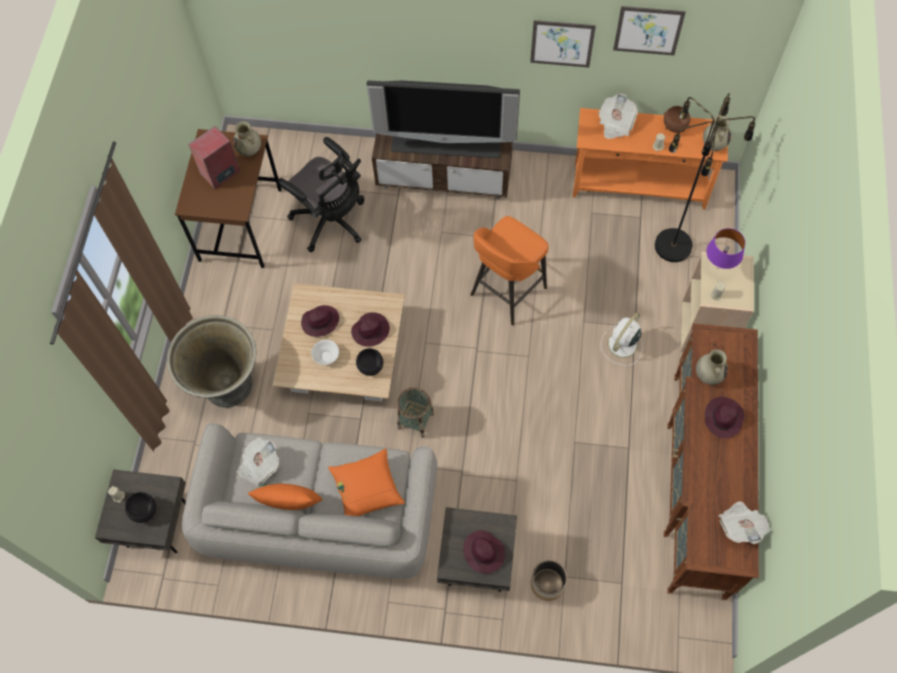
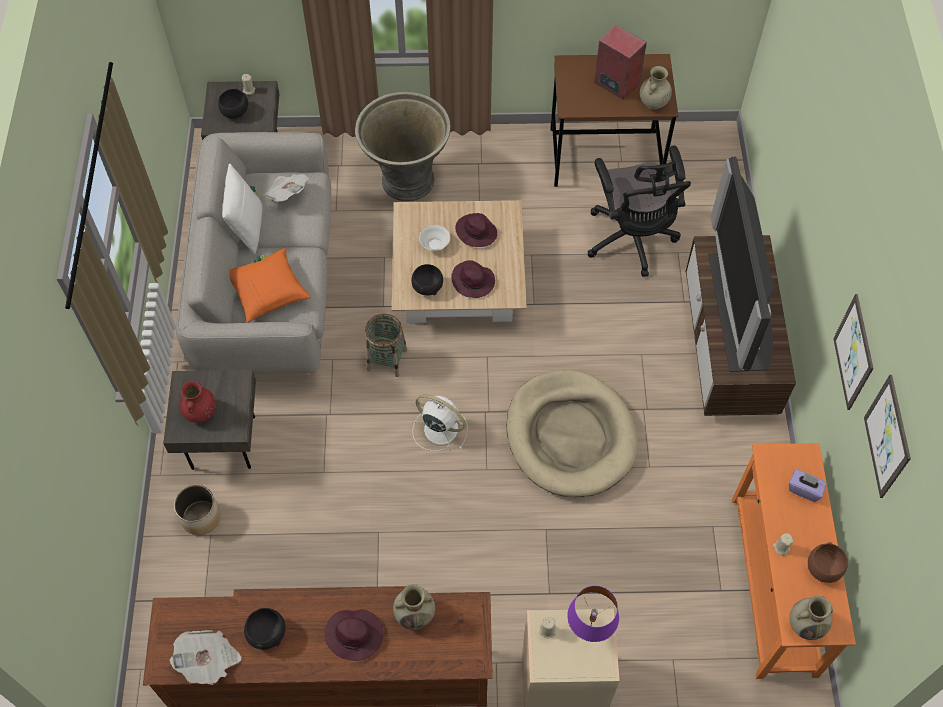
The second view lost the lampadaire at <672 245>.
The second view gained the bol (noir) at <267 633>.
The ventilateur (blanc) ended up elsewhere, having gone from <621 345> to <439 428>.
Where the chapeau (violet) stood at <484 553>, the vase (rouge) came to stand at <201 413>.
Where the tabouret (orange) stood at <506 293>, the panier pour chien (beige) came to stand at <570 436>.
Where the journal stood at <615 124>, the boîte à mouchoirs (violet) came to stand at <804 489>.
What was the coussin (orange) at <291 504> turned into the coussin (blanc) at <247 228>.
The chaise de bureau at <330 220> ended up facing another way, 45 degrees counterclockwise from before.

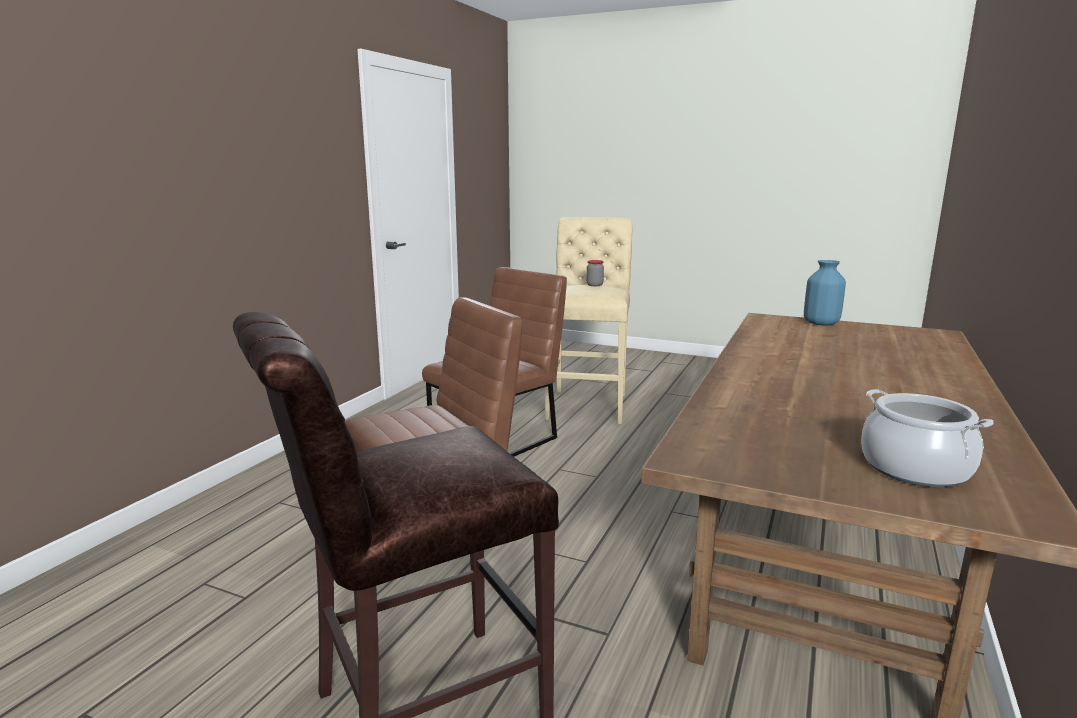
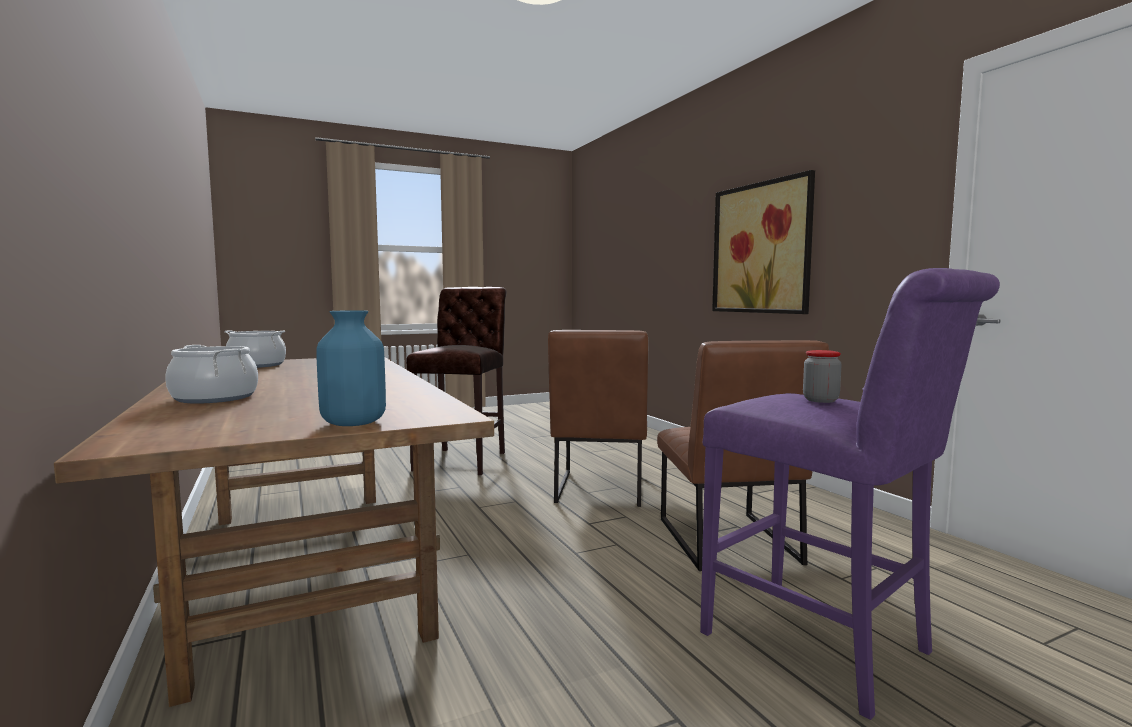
The second view gained the marmite at <215 398>.
The second view gained the tableau at <761 248>.
What was the tabouret (beige) at <588 404> turned into the tabouret (violet) at <825 648>.

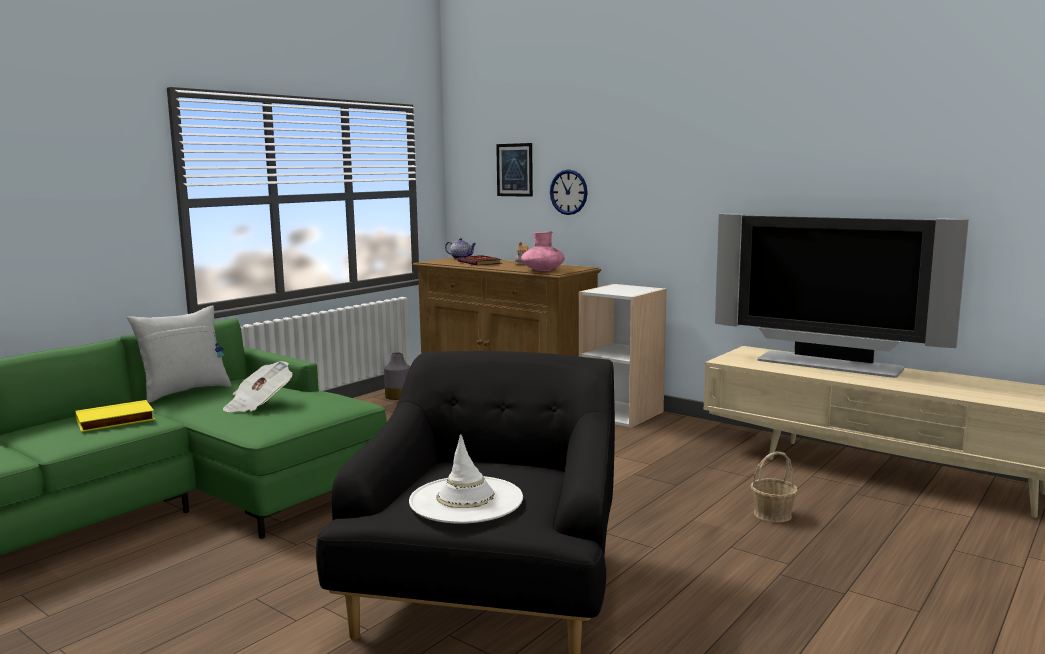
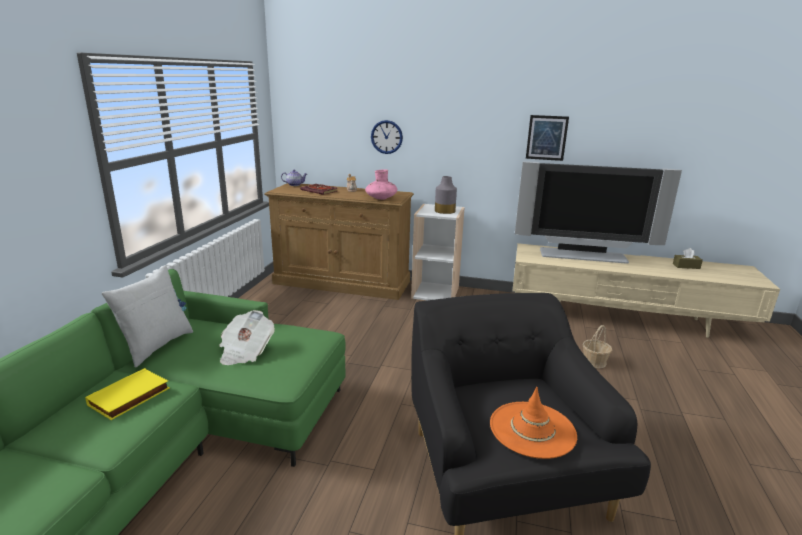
The second view gained the boîte à mouchoirs (marron) at <686 266>.
The vase (gris) ended up elsewhere, having gone from <398 396> to <444 211>.
The tableau ended up elsewhere, having gone from <514 170> to <546 138>.
What was the chapeau (blanc) at <466 500> turned into the chapeau (orange) at <532 429>.

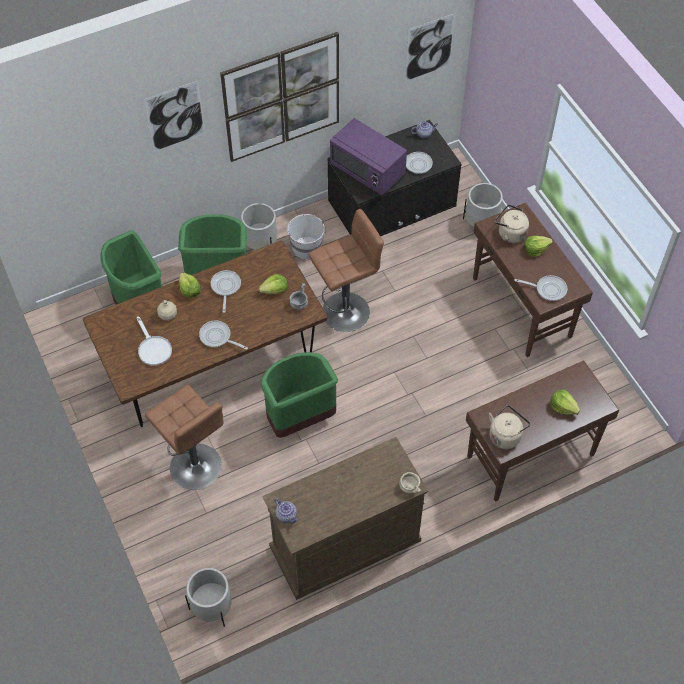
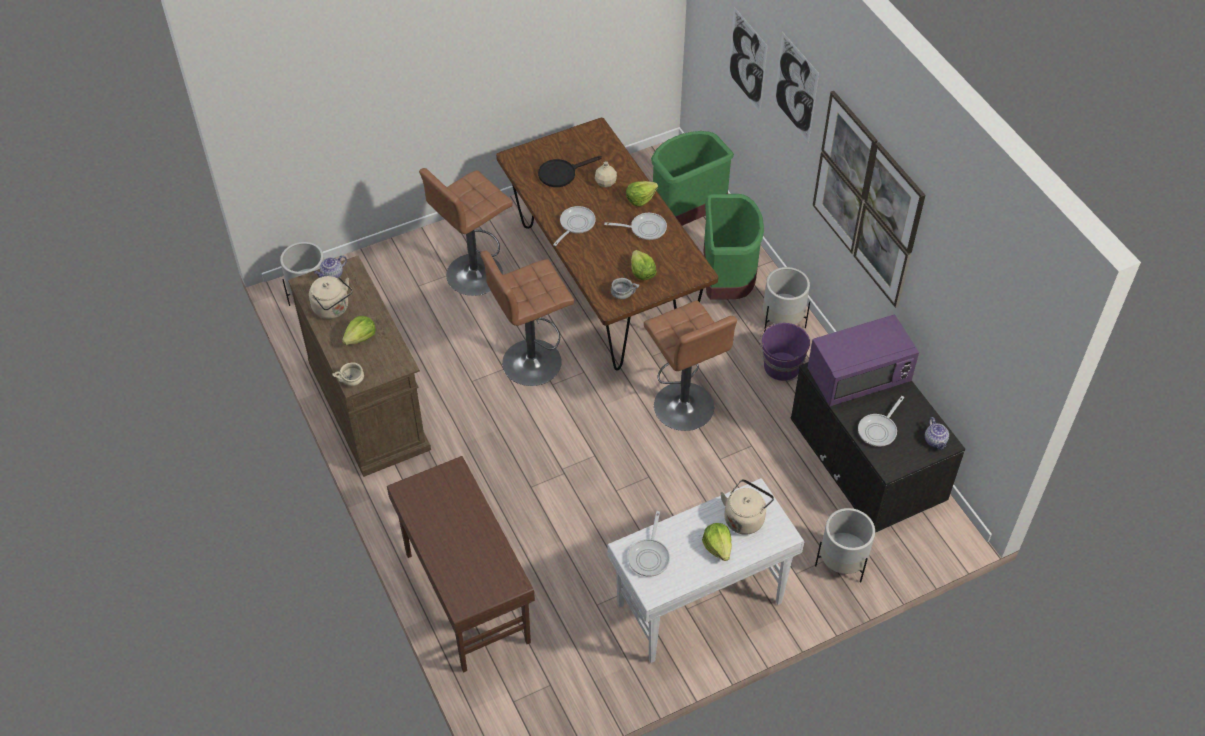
The tableau ended up elsewhere, having gone from <429 48> to <747 60>.
The bouilloire (beige) ended up elsewhere, having gone from <506 435> to <333 309>.
The laitue ended up elsewhere, having gone from <563 407> to <360 338>.
Where the poubelle (vert) stood at <299 418>, the tabouret (marron) came to stand at <531 362>.
What was the poêle (blanc) at <153 348> turned into the poêle (noir) at <562 173>.
What was the seau (blanc) at <307 248> turned into the seau (violet) at <781 366>.
What was the table console (marron) at <522 308> turned into the table console (blanc) at <699 605>.
The micro-ondes (violet) at <368 170> ended up facing another way, 150 degrees counterclockwise from before.

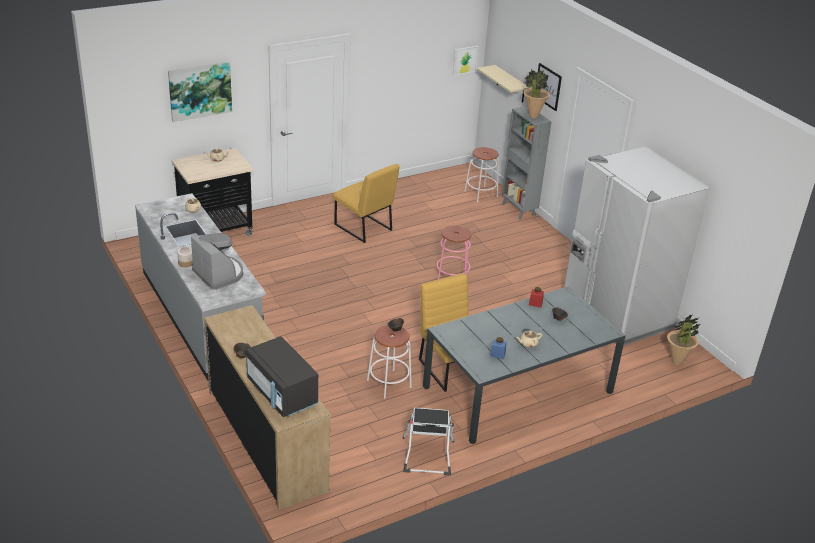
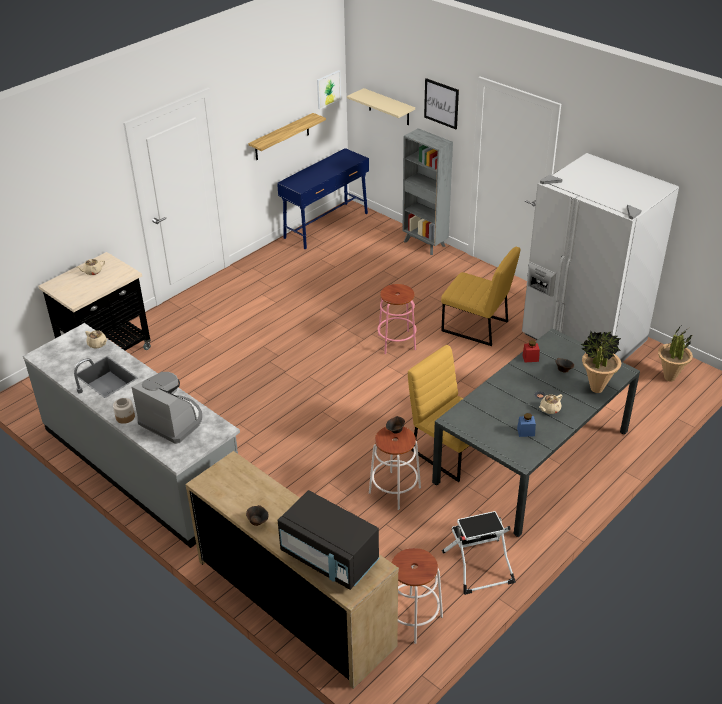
The second view lost the tableau at <200 91>.
The second view gained the étagère at <282 137>.
The second view gained the table console (bleu) at <326 226>.
The chaise (jaune) ended up elsewhere, having gone from <364 228> to <476 327>.
The tabouret (blanc) ended up elsewhere, having gone from <481 194> to <413 618>.
The plante en pot ended up elsewhere, having gone from <533 116> to <596 389>.

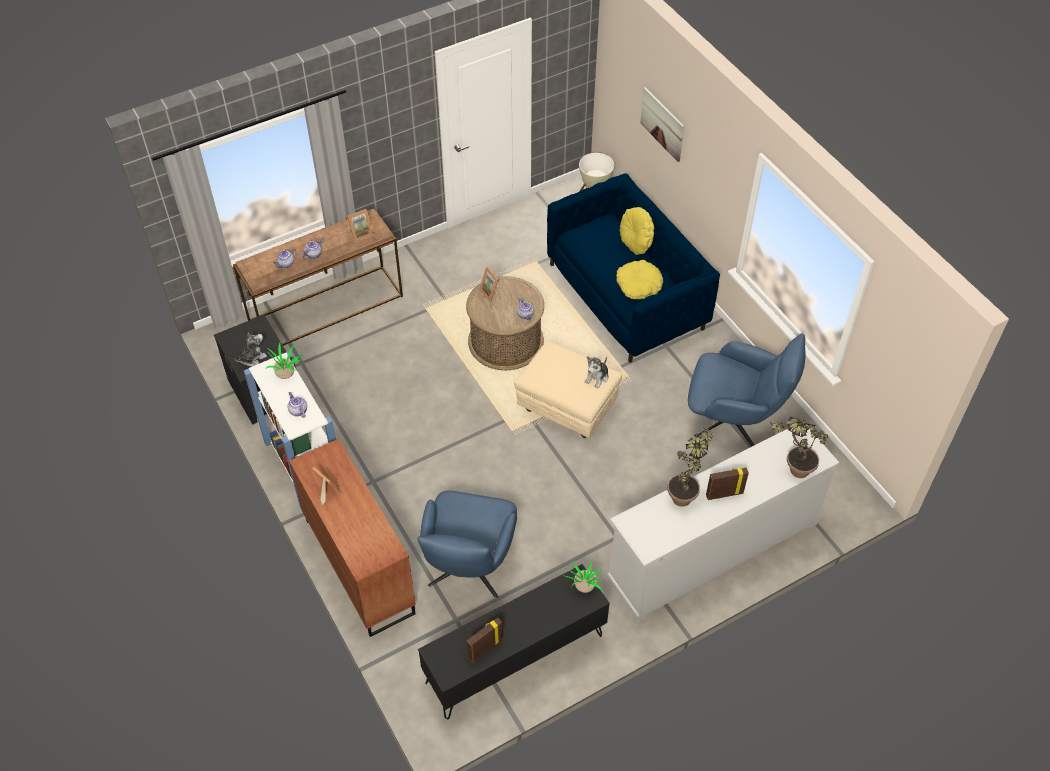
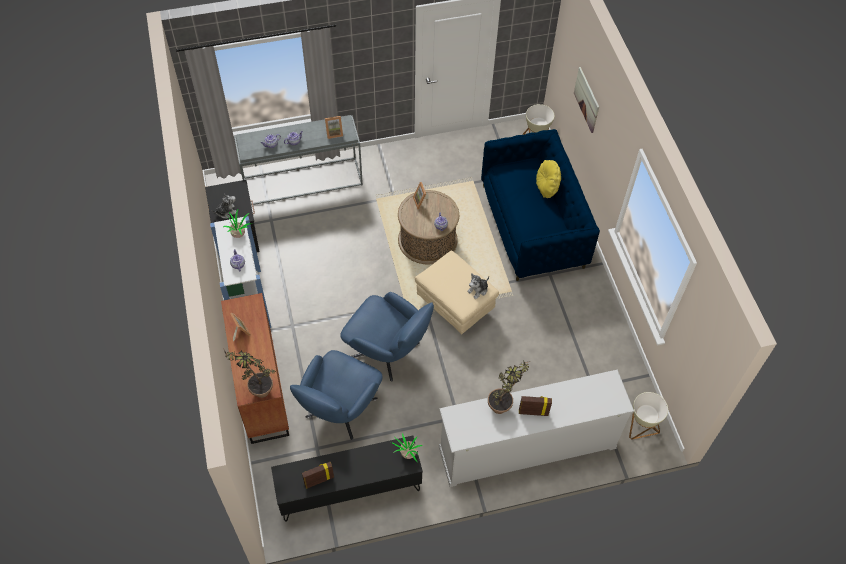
The second view lost the coussin (jaune) at <639 285>.
The second view gained the cache-pot at <640 428>.
The fauteuil (bleu) ended up elsewhere, having gone from <733 420> to <387 352>.
The plante en pot ended up elsewhere, having gone from <792 469> to <257 388>.
What was the table console (marron) at <326 308> turned into the table console (gris) at <303 181>.

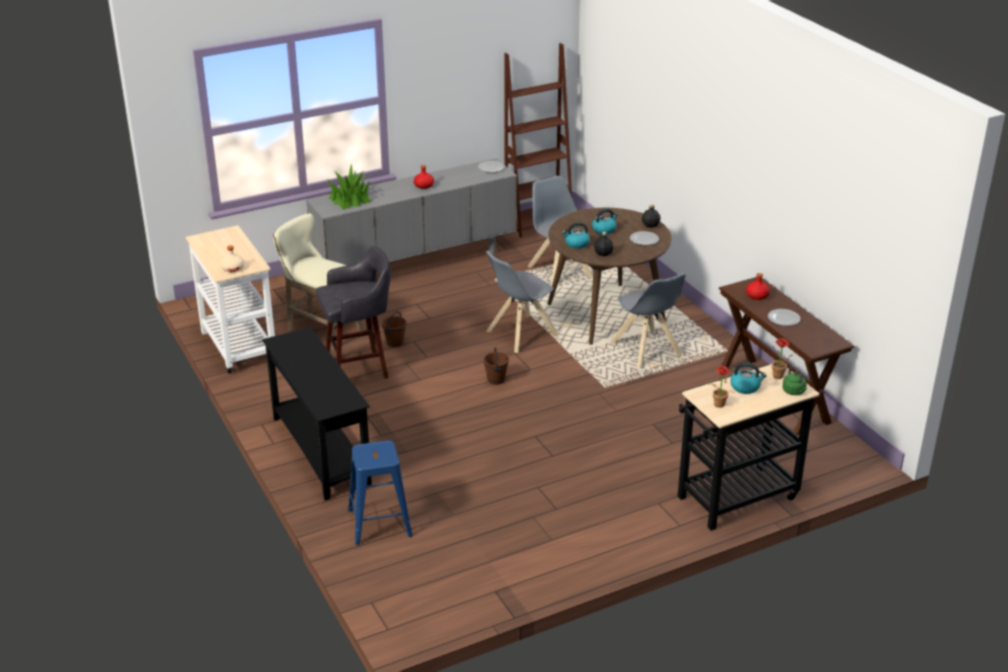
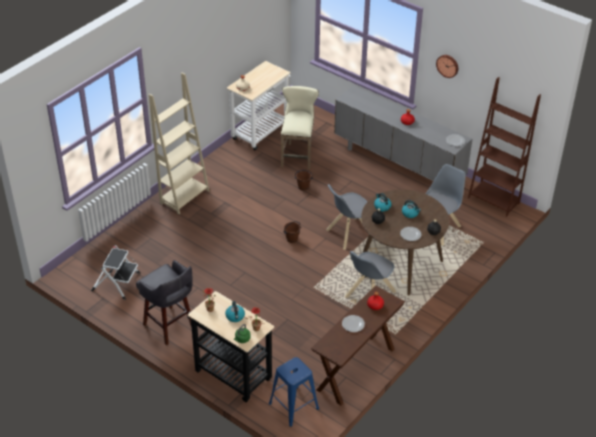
The second view lost the plante en pot at <350 199>.
The second view gained the escabeau at <116 282>.
The second view gained the horloge murale at <448 65>.
The tabouret (gris) ended up elsewhere, having gone from <359 369> to <170 327>.
The tabouret (bleu) ended up elsewhere, having gone from <379 522> to <293 406>.
Where the table console (noir) stood at <320 451>, the bibliothèque (beige) came to stand at <184 197>.
The chaise (gris) at <520 334> ended up facing another way, 60 degrees counterclockwise from before.

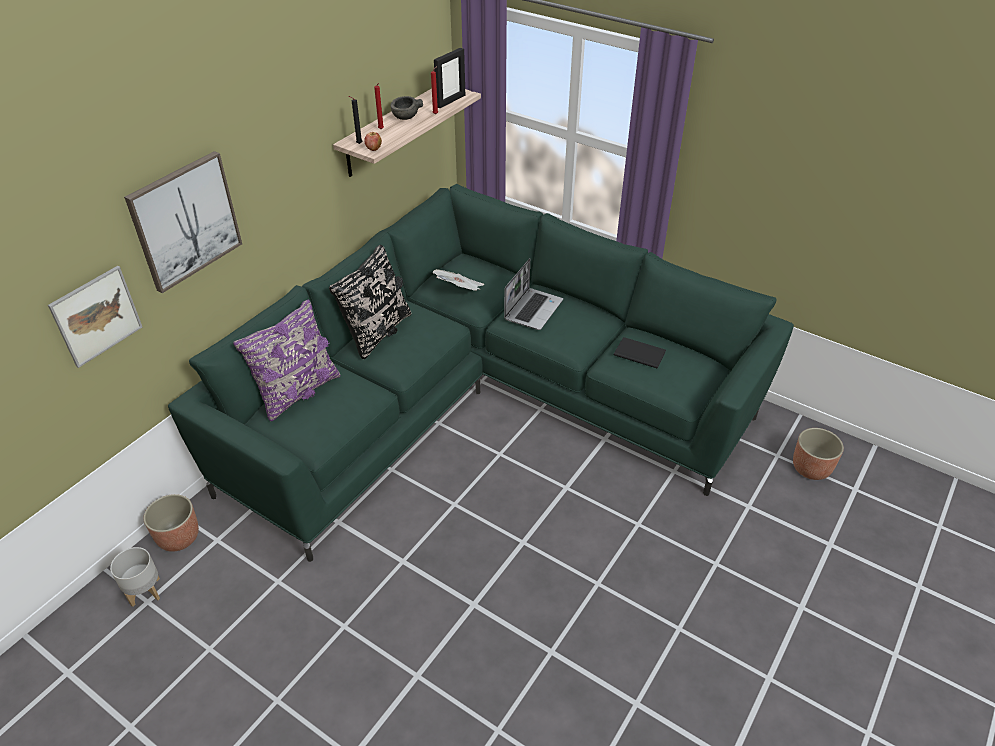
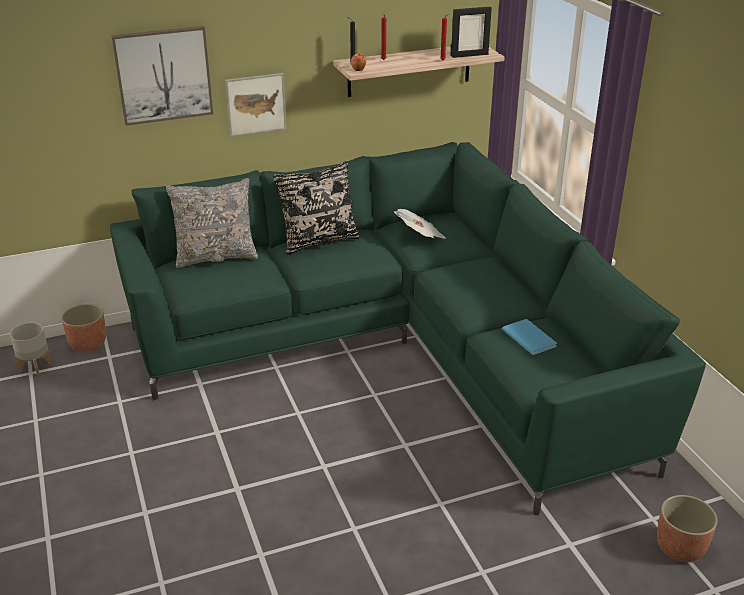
The second view lost the bol (gris) at <405 117>.
The second view lost the ordinateur portable at <533 309>.
The tableau ended up elsewhere, having gone from <96 316> to <256 104>.
What was the coussin (violet) at <298 393> turned into the coussin (gris) at <216 258>.
What was the livre (noir) at <638 352> turned into the livre (bleu) at <529 337>.

